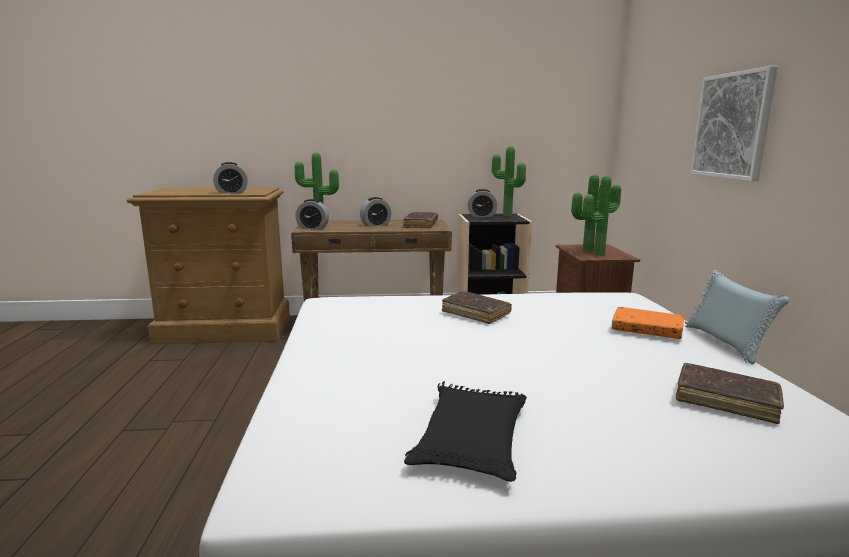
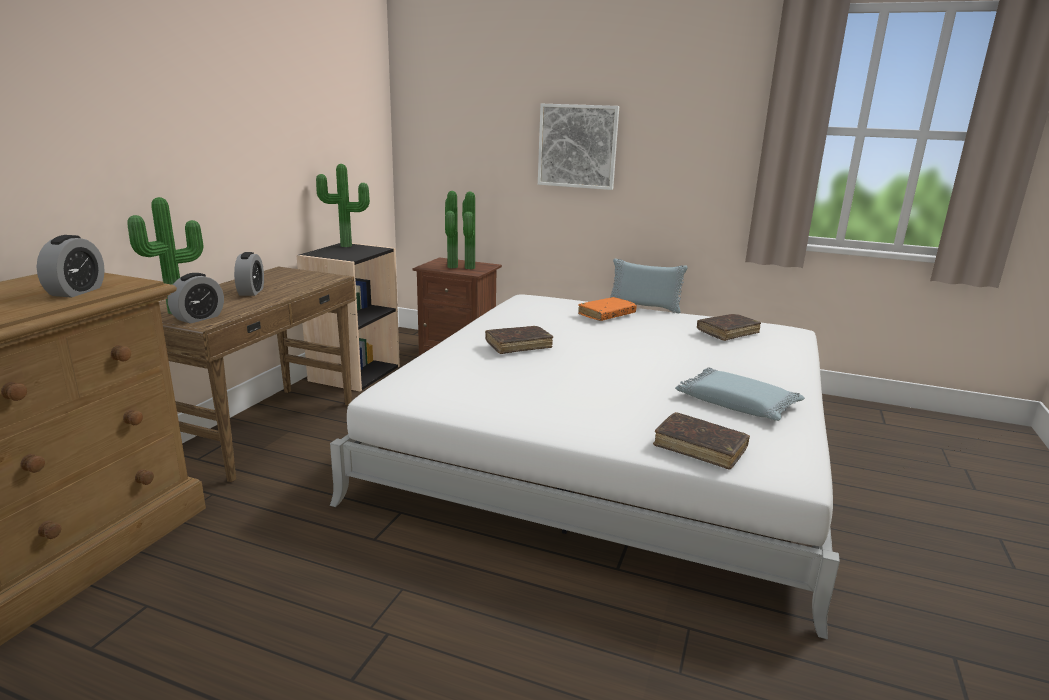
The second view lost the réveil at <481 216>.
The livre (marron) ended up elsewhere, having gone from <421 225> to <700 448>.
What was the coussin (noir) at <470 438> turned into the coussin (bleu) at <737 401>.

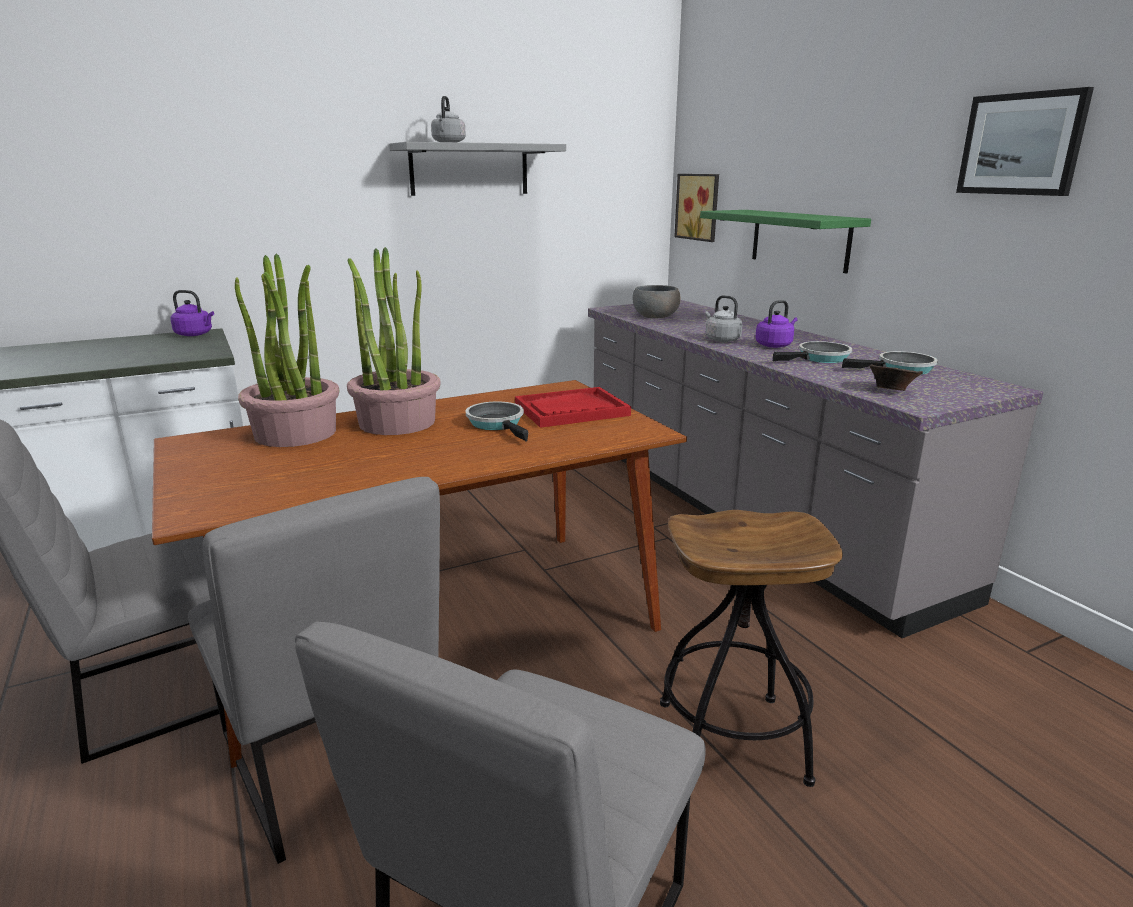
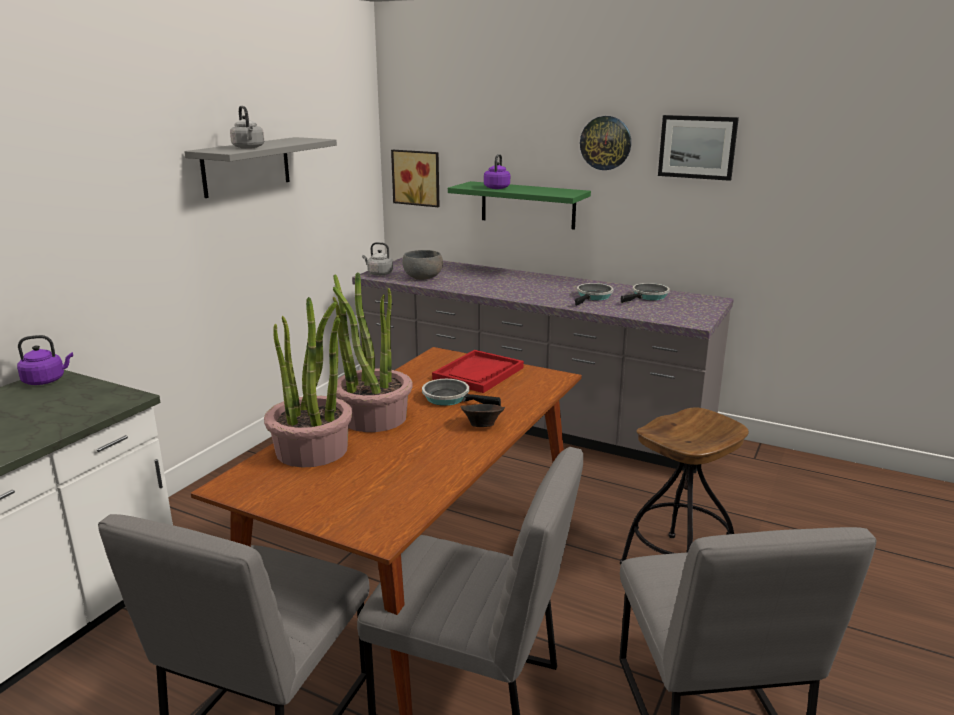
The second view gained the horloge murale at <605 143>.
The bouilloire (gris) ended up elsewhere, having gone from <721 339> to <379 273>.
The bouilloire (violet) ended up elsewhere, having gone from <775 345> to <497 187>.
The bol (marron) ended up elsewhere, having gone from <890 390> to <481 425>.

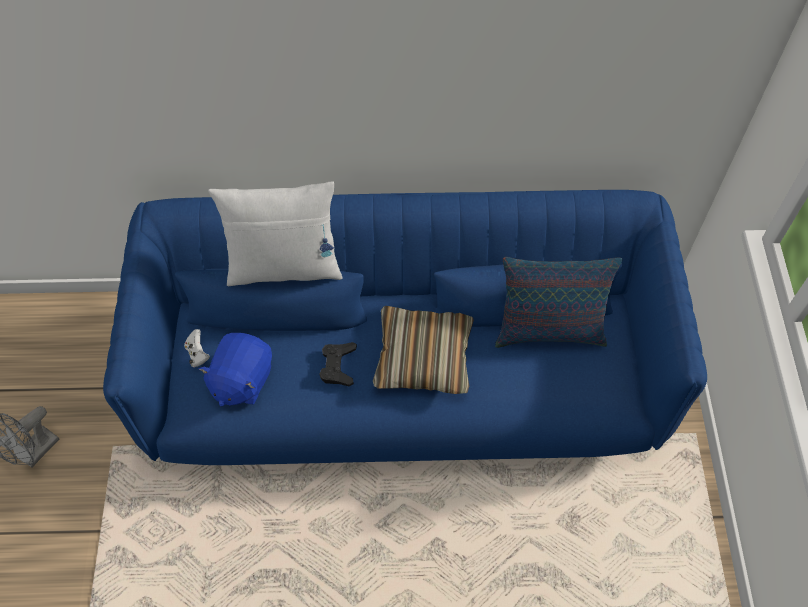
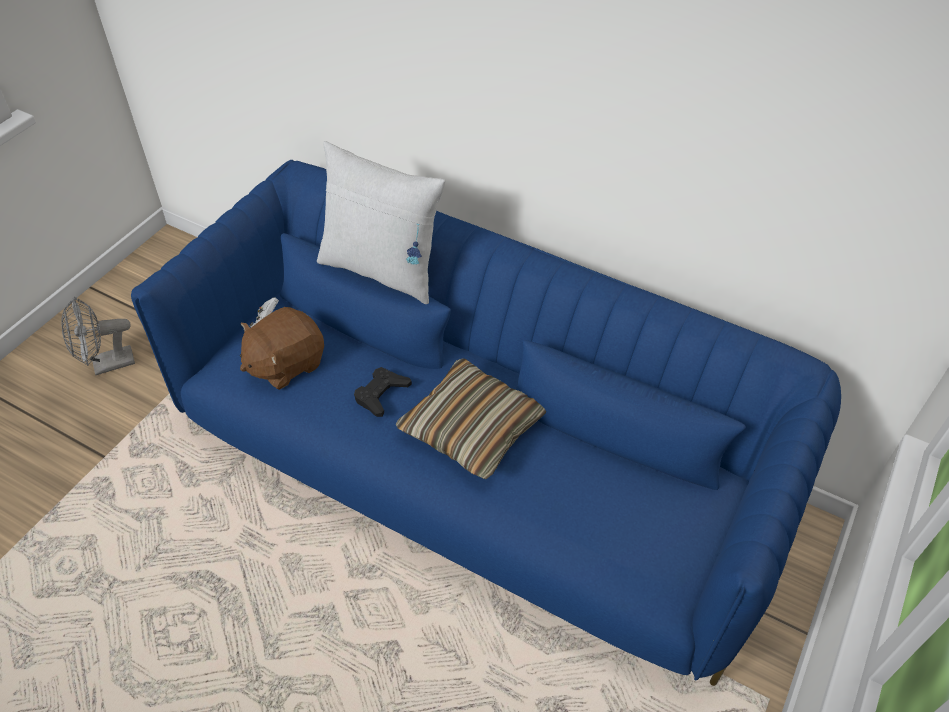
The second view lost the coussin (bleu) at <549 331>.
What was the peluche (bleu) at <241 380> turned into the peluche (marron) at <285 364>.

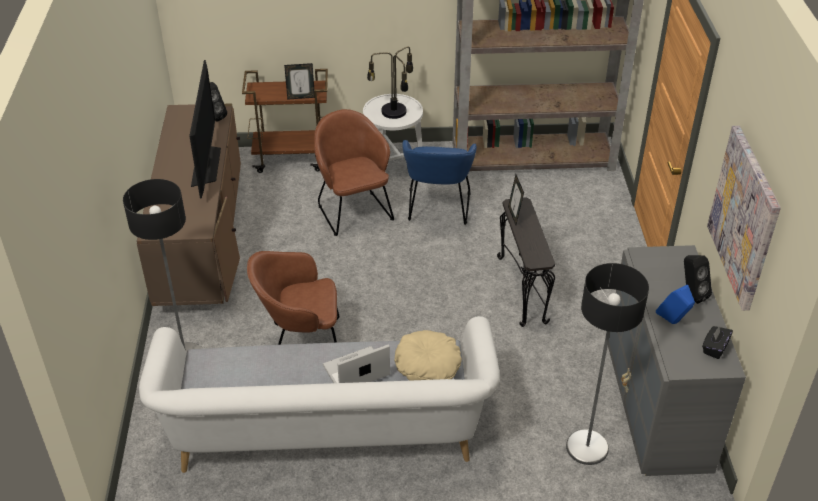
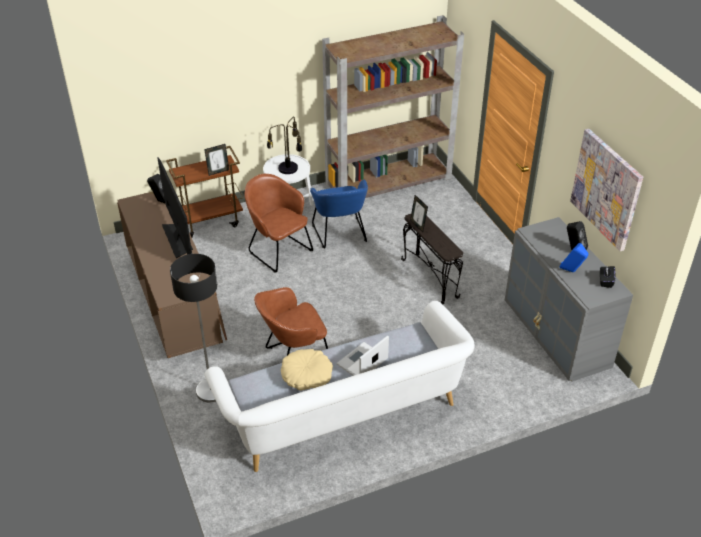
The second view lost the lampadaire at <587 447>.
The coussin (beige) ended up elsewhere, having gone from <428 363> to <306 374>.

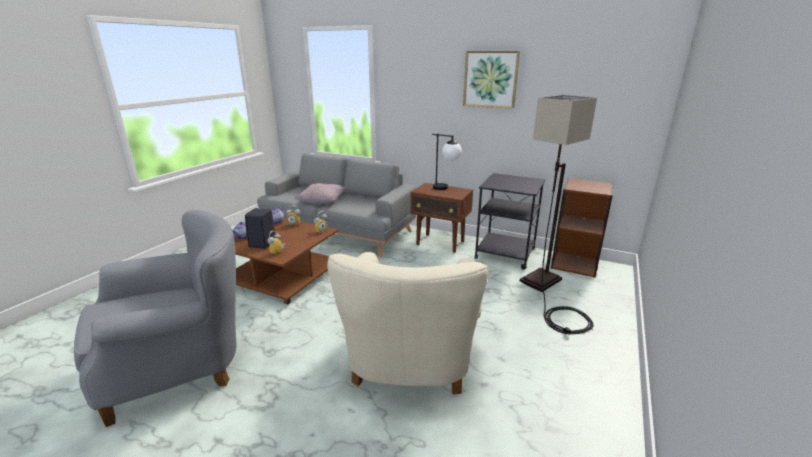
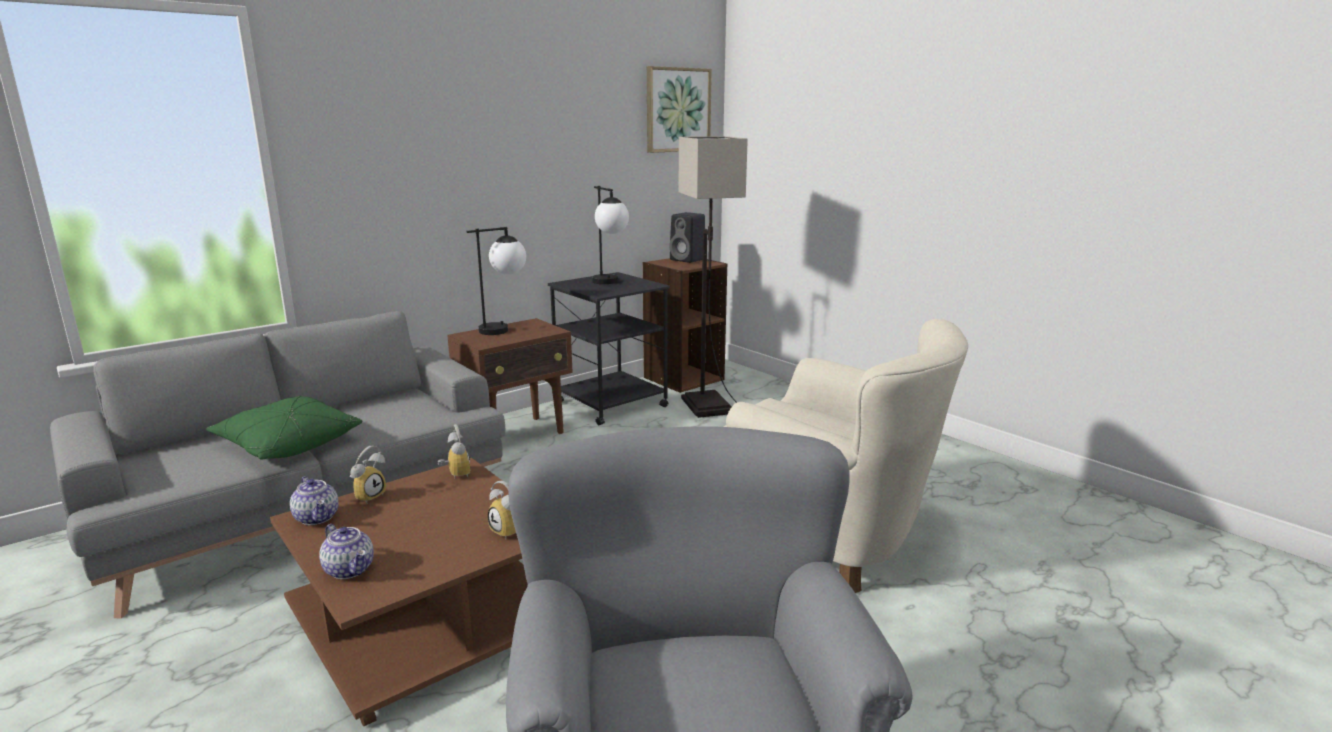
The second view gained the lampe de table at <610 283>.
The enceinte (noir) ended up elsewhere, having gone from <262 244> to <688 260>.
The tableau ended up elsewhere, having gone from <490 79> to <677 110>.
What was the coussin (violet) at <322 200> turned into the coussin (vert) at <288 445>.

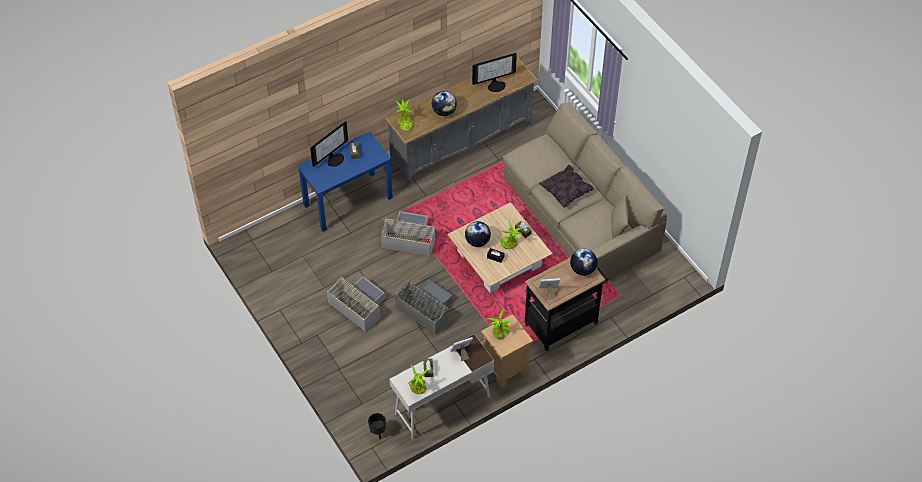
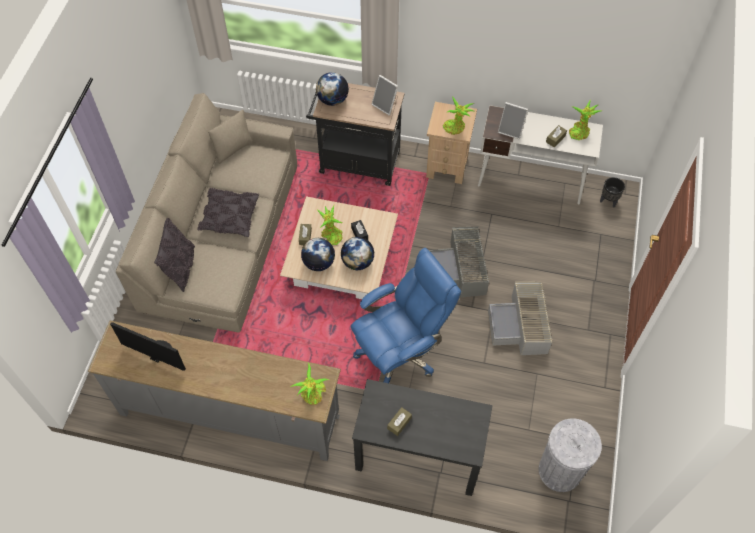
The second view lost the écran d'ordinateur at <334 158>.
The second view gained the coussin (noir) at <181 268>.
The second view gained the poubelle (gris) at <560 471>.
The globe ended up elsewhere, having gone from <444 112> to <319 263>.
Where the boîte de rangement (gris) stood at <408 238>, the chaise de bureau (bleu) came to stand at <400 354>.
What was the bureau (bleu) at <348 201> turned into the bureau (noir) at <418 455>.

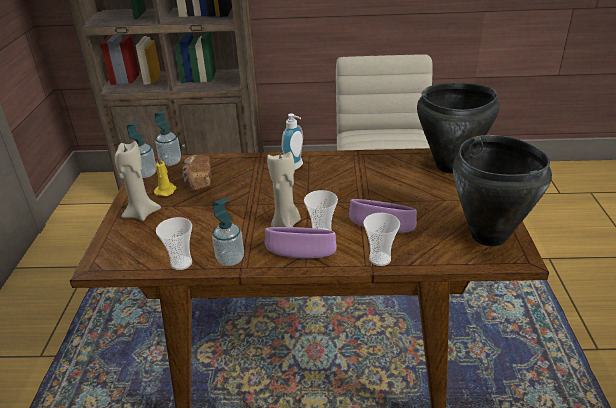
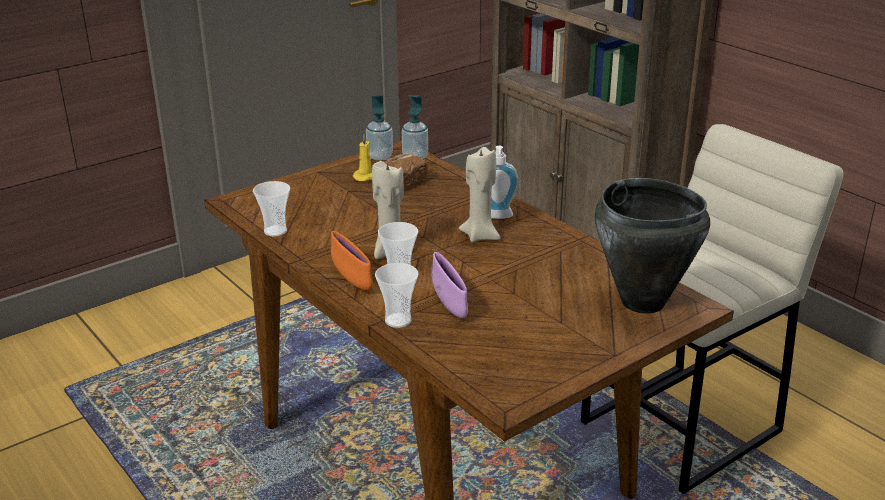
The second view lost the distributeur de savon at <230 259>.
The second view lost the marmite (noir) at <488 236>.
The bougie (beige) ended up elsewhere, having gone from <141 213> to <480 236>.
What was the bol (violet) at <301 256> turned into the bol (orange) at <351 279>.

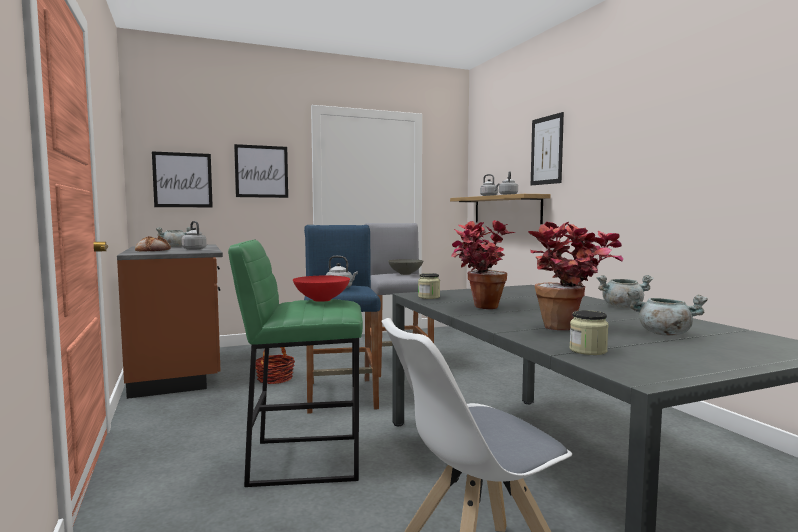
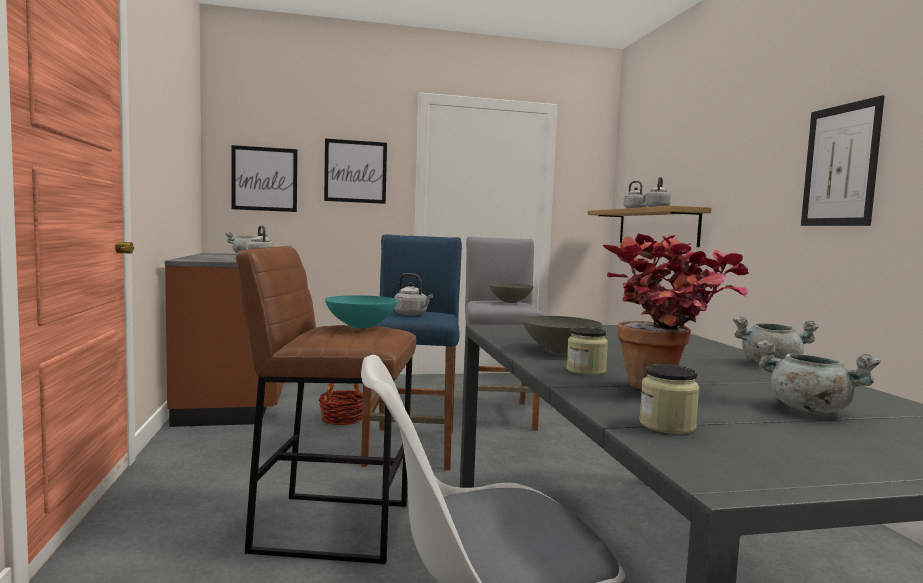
The second view lost the pain at <153 250>.
The bocal ended up elsewhere, having gone from <429 297> to <586 371>.
The tableau ended up elsewhere, having gone from <546 150> to <840 165>.
Where the plante en pot stood at <478 308>, the bol (gris) came to stand at <560 351>.
What was the tabouret (vert) at <303 460> turned into the tabouret (marron) at <329 526>.
What was the bol (rouge) at <321 300> turned into the bol (turquoise) at <360 326>.

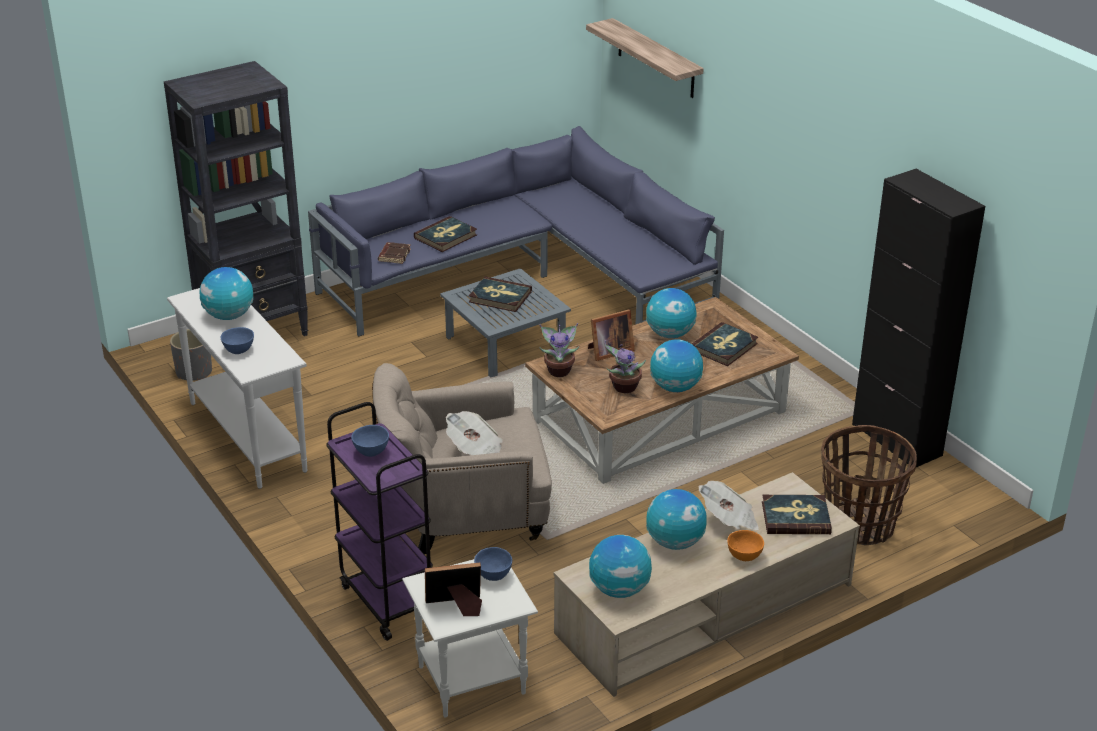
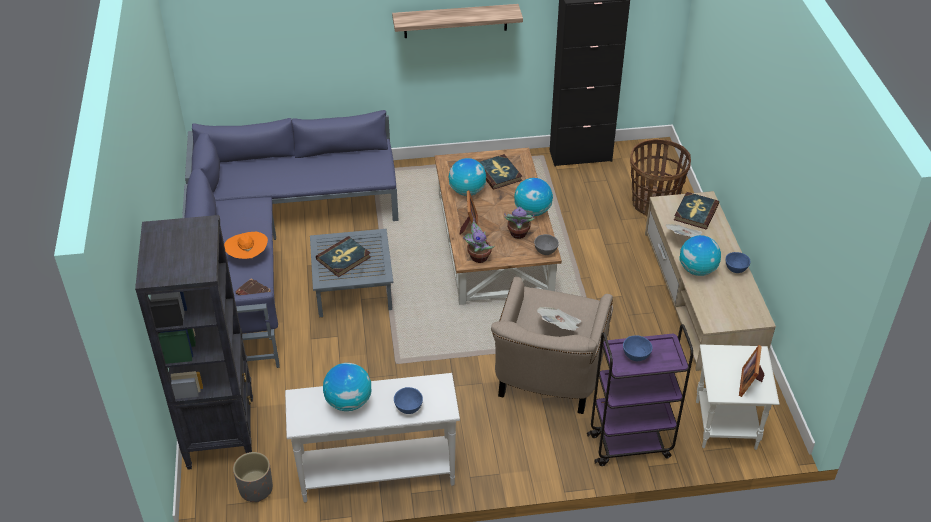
The second view lost the globe at <619 589>.
The second view lost the bol (orange) at <744 557>.
The second view gained the bol (gris) at <545 251>.
The bol (bleu) ended up elsewhere, having gone from <493 575> to <735 269>.
The étagère ended up elsewhere, having gone from <656 59> to <455 21>.
Where the livre stood at <446 237>, the chapeau (orange) came to stand at <248 256>.

